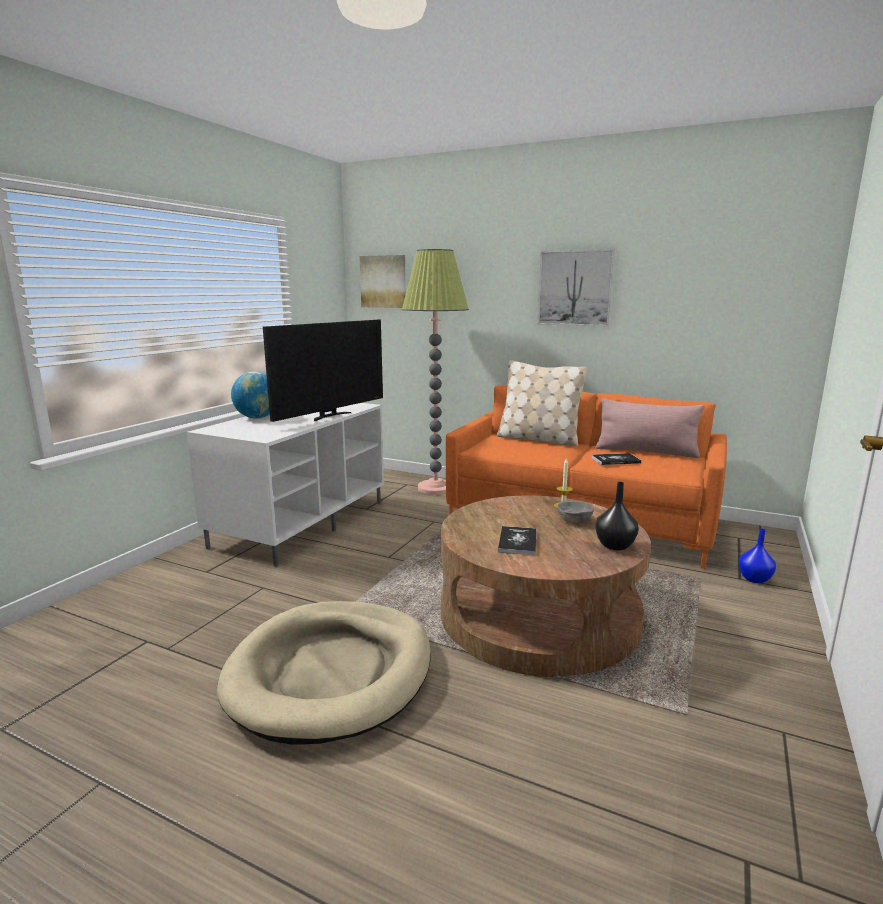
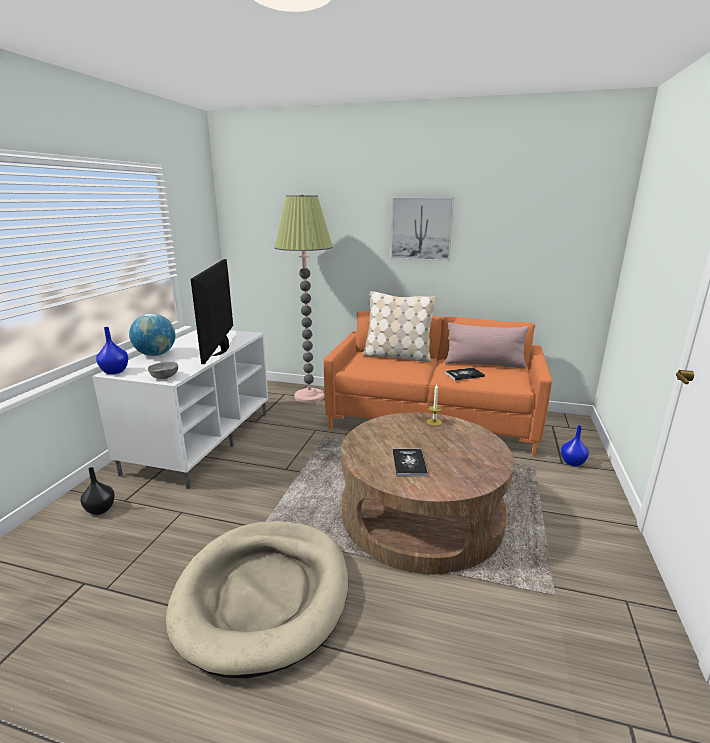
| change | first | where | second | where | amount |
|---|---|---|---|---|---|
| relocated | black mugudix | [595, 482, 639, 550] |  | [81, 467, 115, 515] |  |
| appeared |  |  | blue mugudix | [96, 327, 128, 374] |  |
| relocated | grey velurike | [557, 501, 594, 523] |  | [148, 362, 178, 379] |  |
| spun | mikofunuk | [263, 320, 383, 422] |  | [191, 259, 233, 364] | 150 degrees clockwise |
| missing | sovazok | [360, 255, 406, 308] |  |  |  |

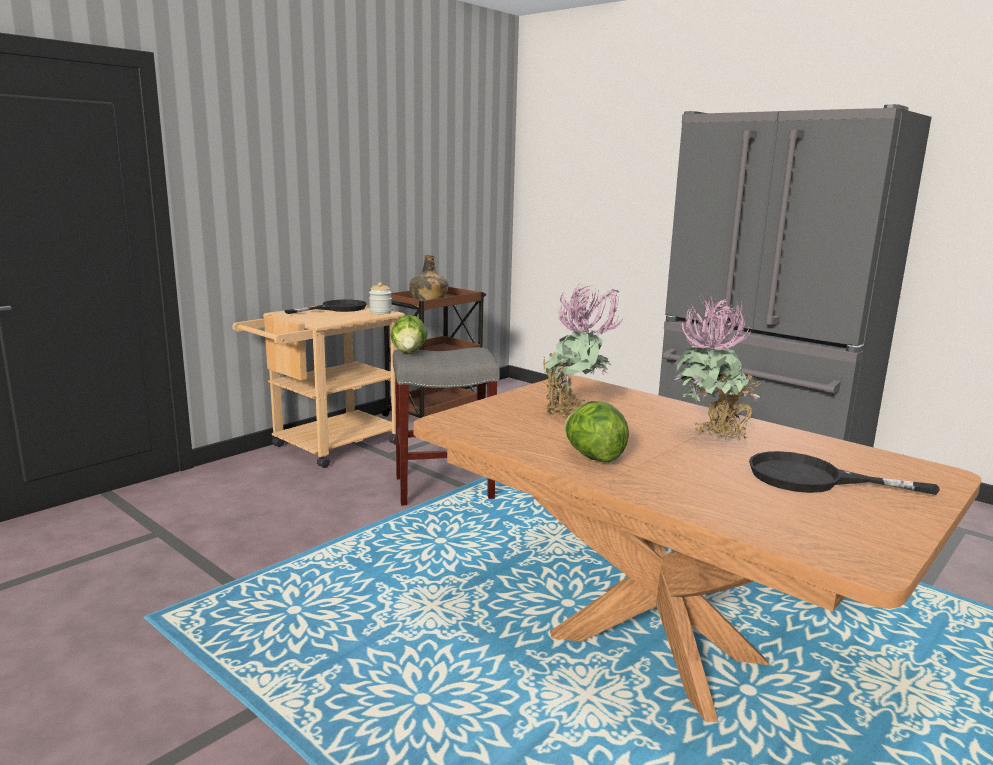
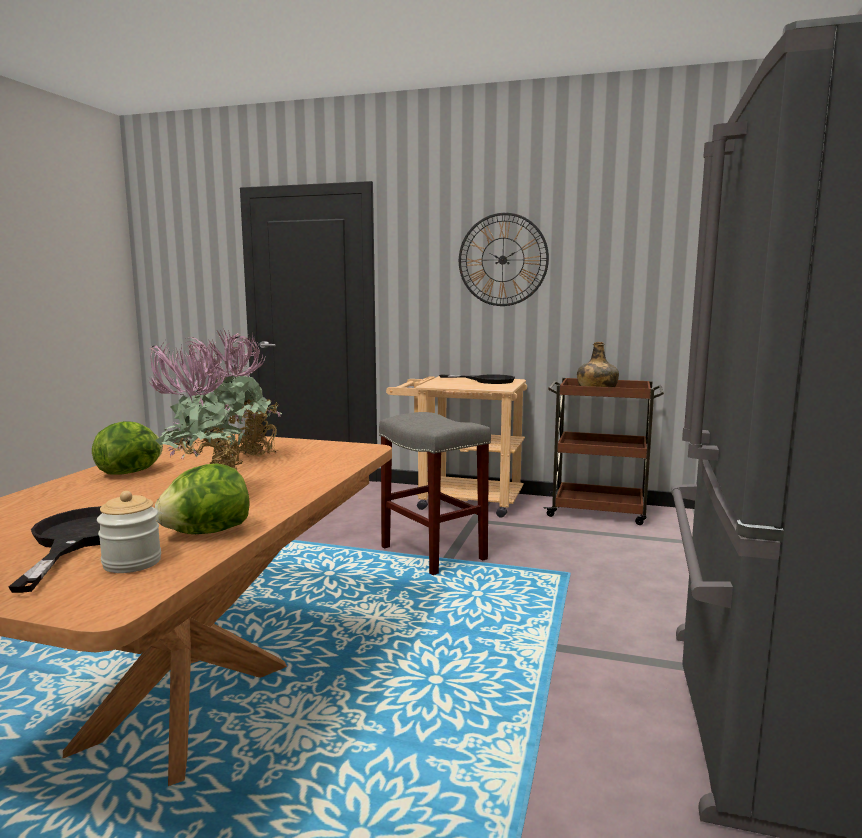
| change | first | where | second | where | amount |
|---|---|---|---|---|---|
| relocated | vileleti | [369, 282, 392, 314] |  | [97, 491, 161, 573] |  |
| relocated | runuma | [391, 314, 428, 353] |  | [155, 463, 249, 534] |  |
| appeared |  |  | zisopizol | [459, 213, 549, 306] |  |

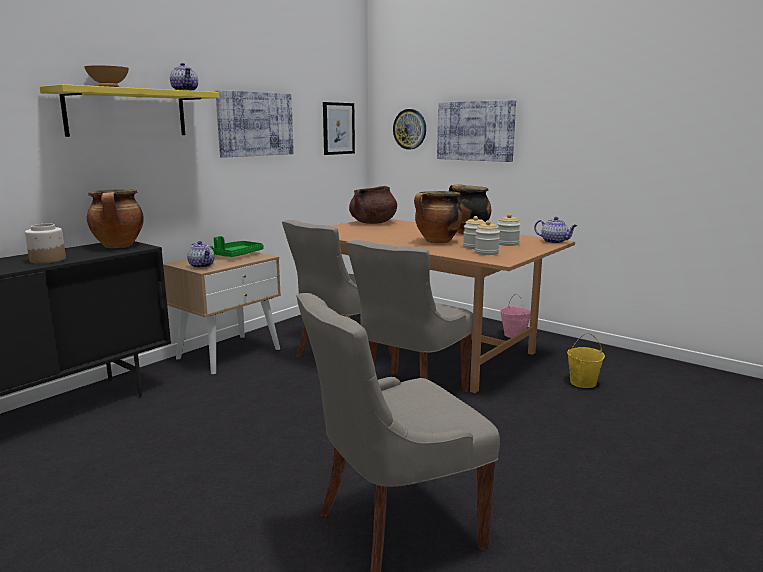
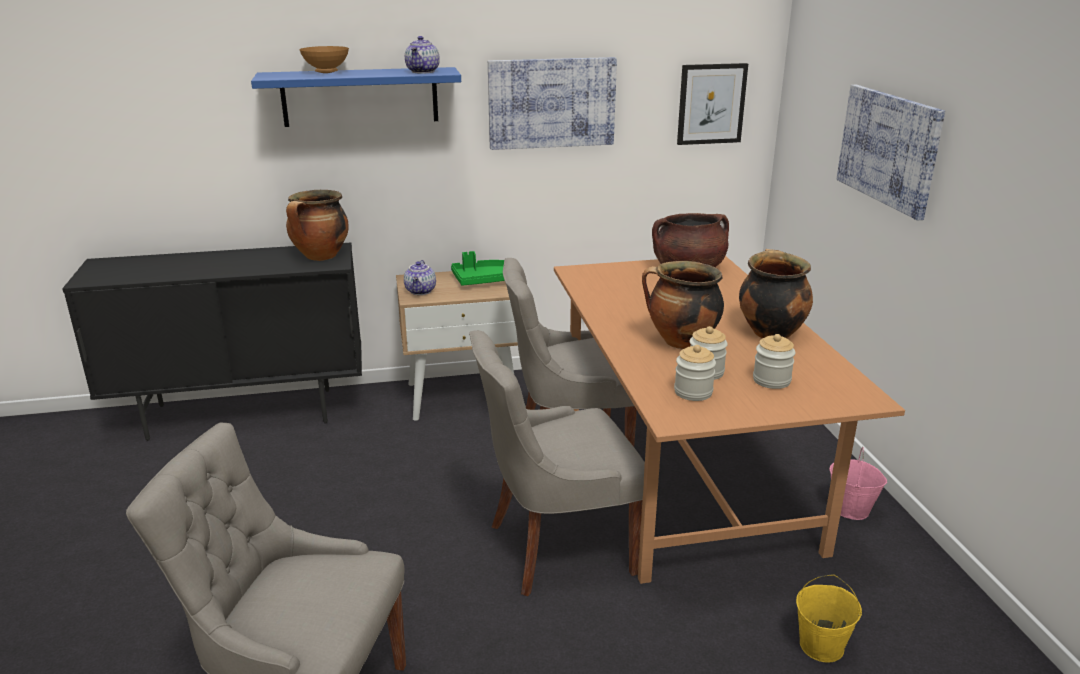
| change | first | where | second | where | amount |
|---|---|---|---|---|---|
| colour | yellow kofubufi | [40, 84, 219, 137] | blue kofubufi | [251, 67, 461, 127] |  |
| missing | vileleti | [25, 224, 66, 264] |  |  |  |
| missing | zisopizol | [393, 109, 426, 149] |  |  |  |
| missing | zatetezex | [534, 217, 577, 244] |  |  |  |

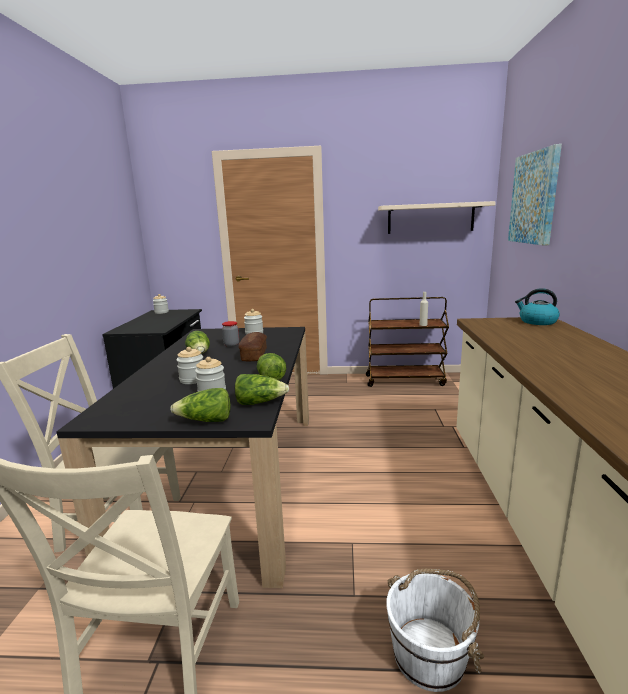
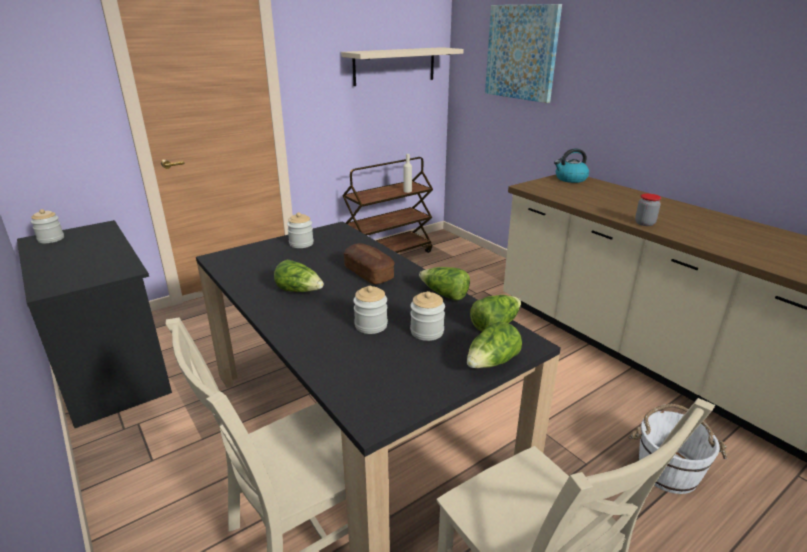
| change | first | where | second | where | amount |
|---|---|---|---|---|---|
| relocated | vileleti | [222, 321, 239, 347] |  | [635, 193, 661, 226] |  |

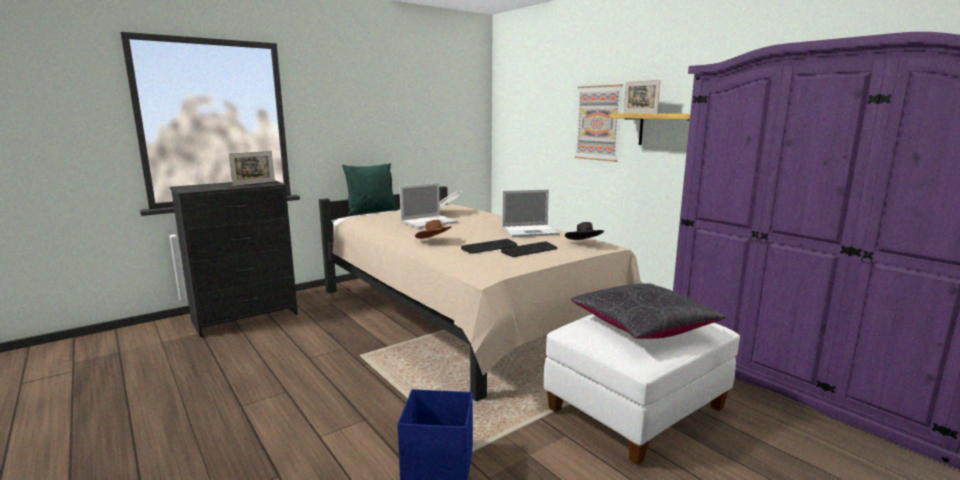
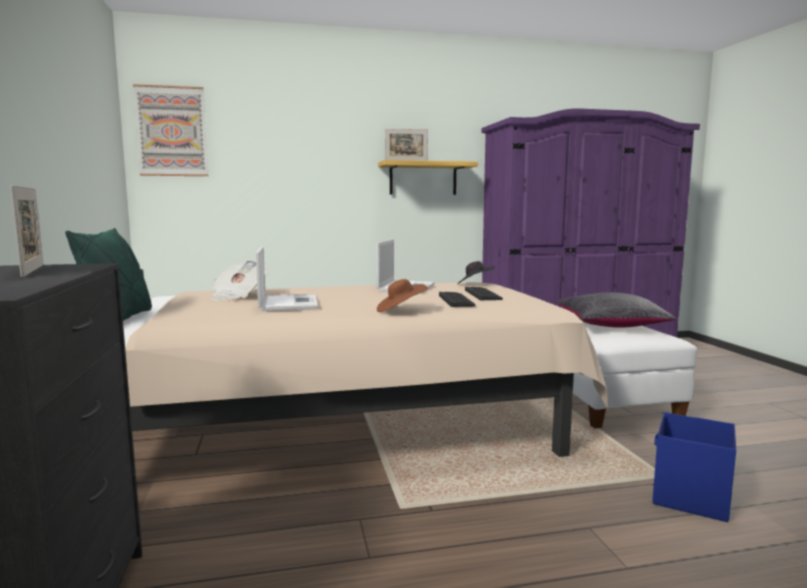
| change | first | where | second | where | amount |
|---|---|---|---|---|---|
| relocated | sovazok | [574, 84, 623, 162] |  | [133, 84, 208, 176] |  |

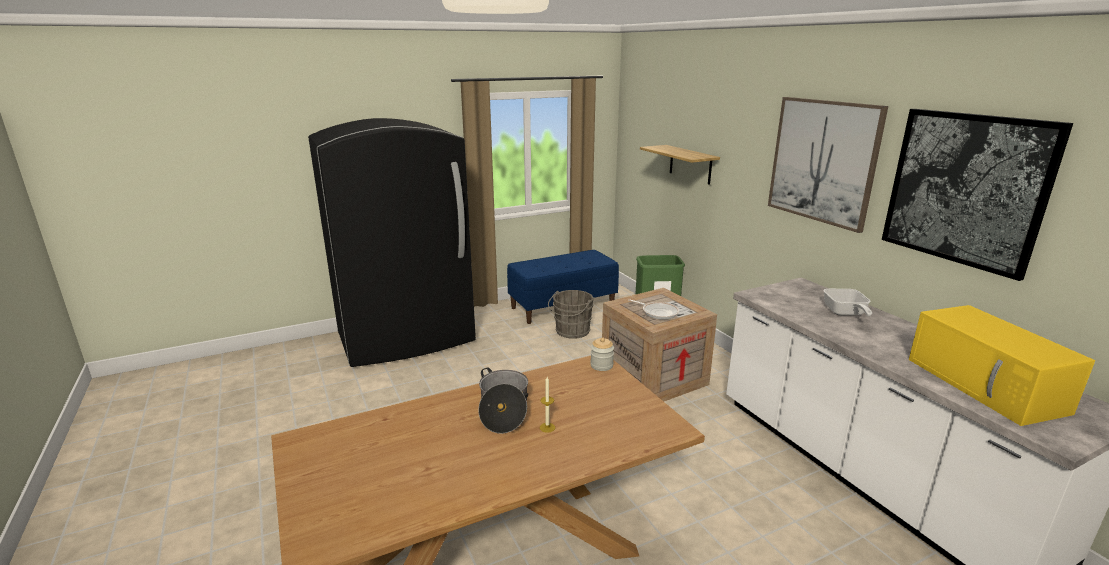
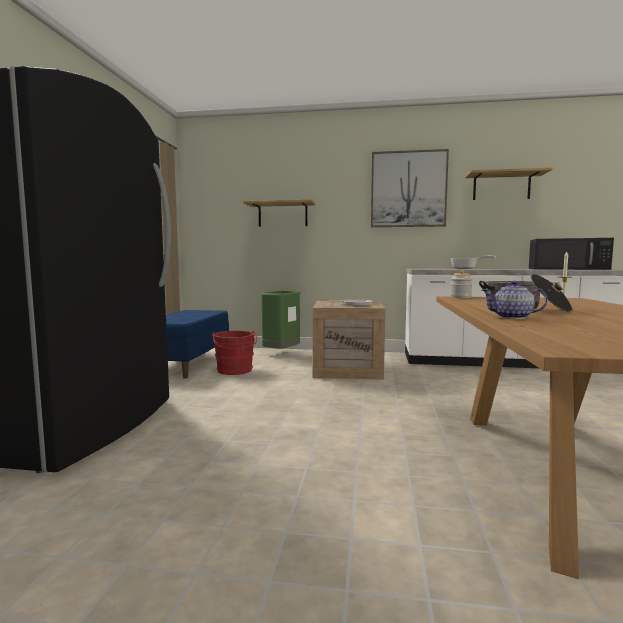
| change | first | where | second | where | amount |
|---|---|---|---|---|---|
| colour | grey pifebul | [548, 290, 594, 339] | red pifebul | [212, 331, 257, 375] |  |
| exchanged | sovazok | [882, 109, 1073, 281] | kofubufi | [465, 168, 553, 200] |  |
| appeared |  |  | zatetezex | [482, 281, 548, 319] |  |
| colour | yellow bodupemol | [909, 305, 1095, 426] | black bodupemol | [529, 238, 614, 270] |  |

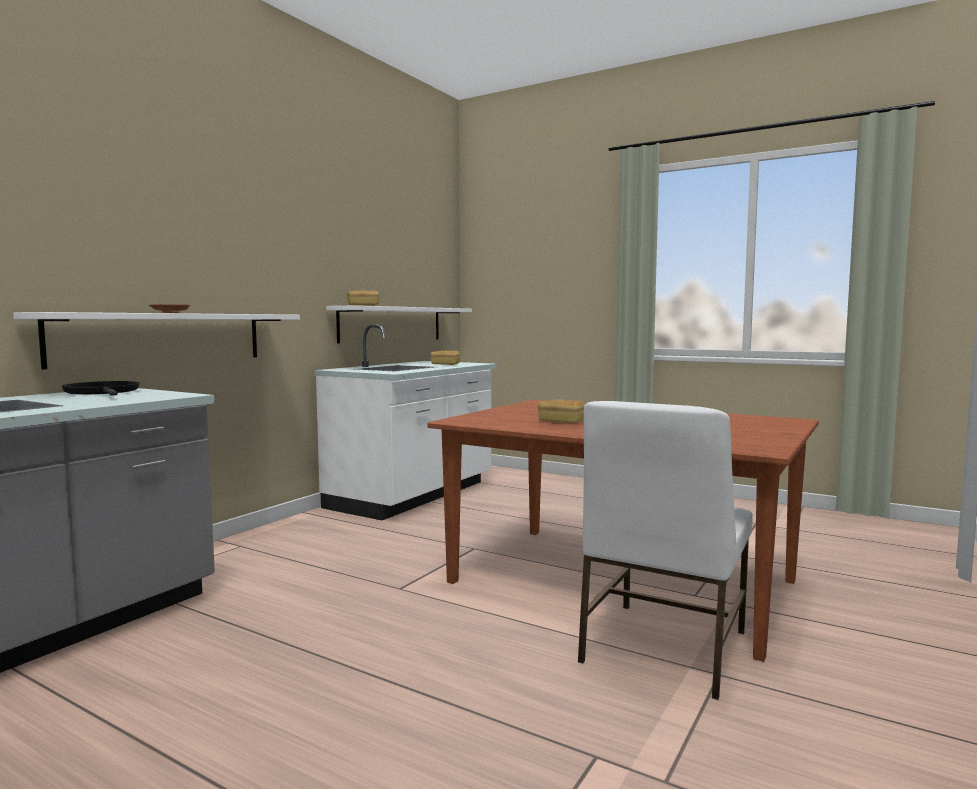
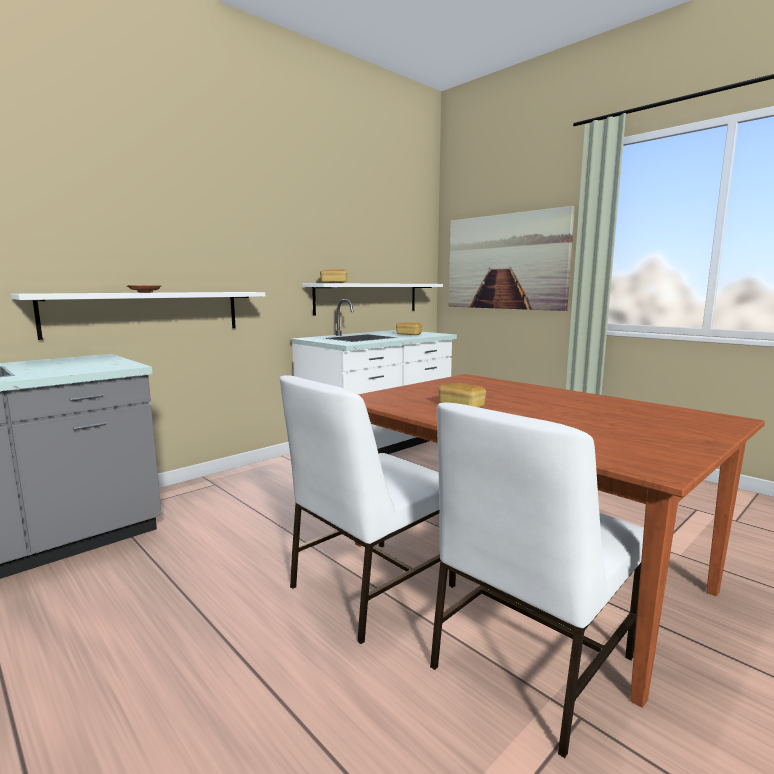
| change | first | where | second | where | amount |
|---|---|---|---|---|---|
| appeared |  |  | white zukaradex | [280, 375, 456, 644] |  |
| appeared |  |  | sovazok | [449, 206, 575, 311] |  |
| missing | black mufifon | [62, 381, 139, 396] |  |  |  |

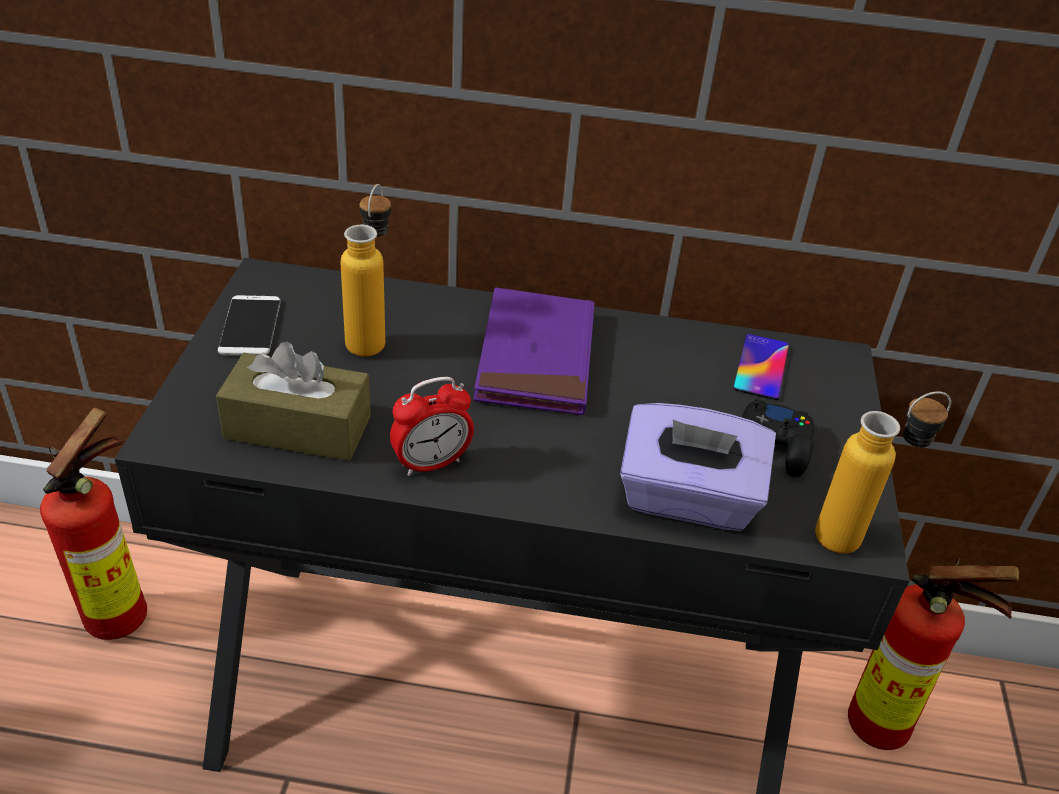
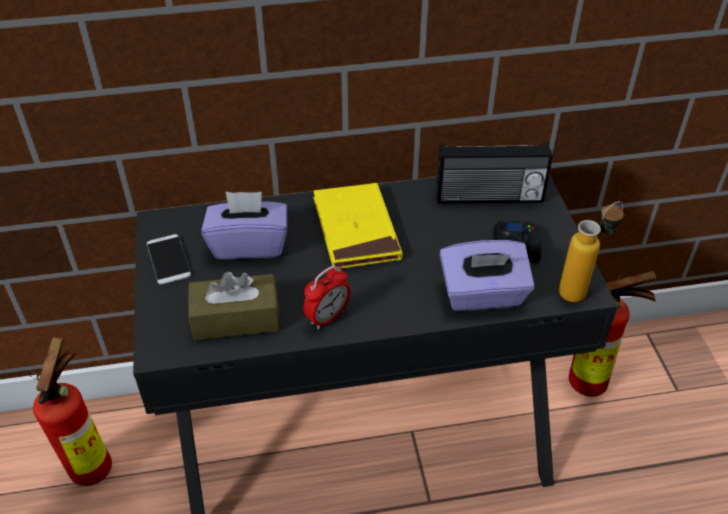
| change | first | where | second | where | amount |
|---|---|---|---|---|---|
| exchanged | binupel | [341, 184, 391, 357] | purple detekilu | [201, 192, 287, 259] |  |
| colour | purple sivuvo | [473, 288, 594, 415] | yellow sivuvo | [314, 183, 403, 269] |  |
| exchanged | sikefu | [733, 334, 790, 400] | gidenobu | [436, 142, 553, 204] |  |

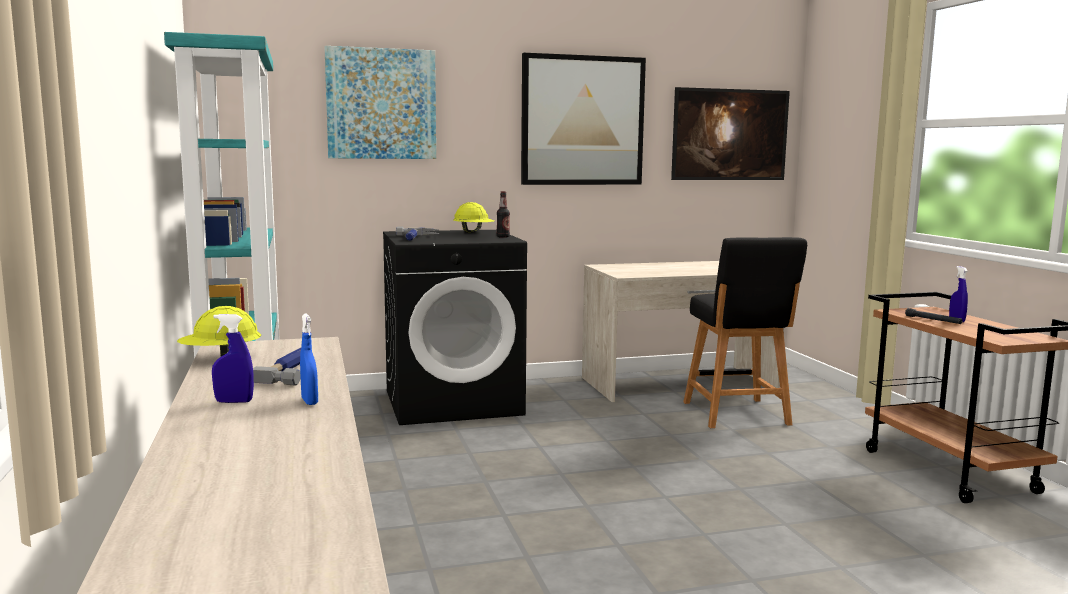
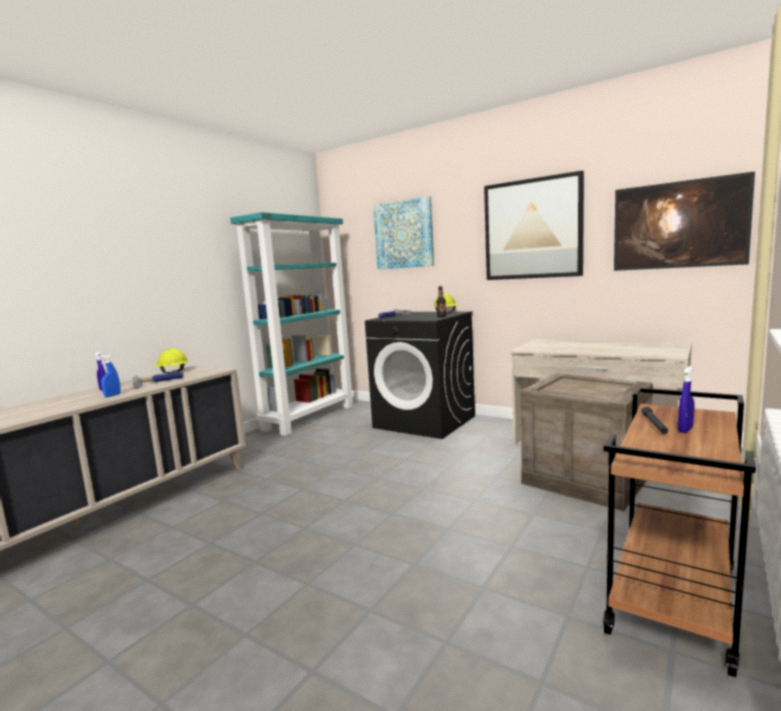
| change | first | where | second | where | amount |
|---|---|---|---|---|---|
| exchanged | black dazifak | [683, 237, 807, 428] | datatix | [520, 373, 653, 511] |  |

